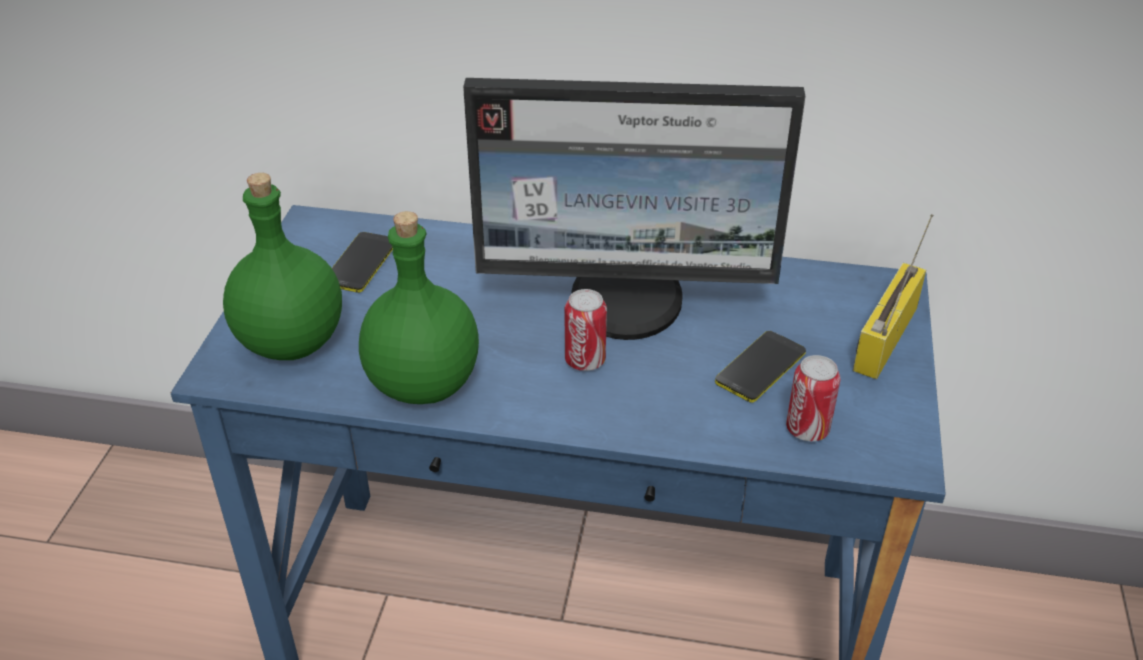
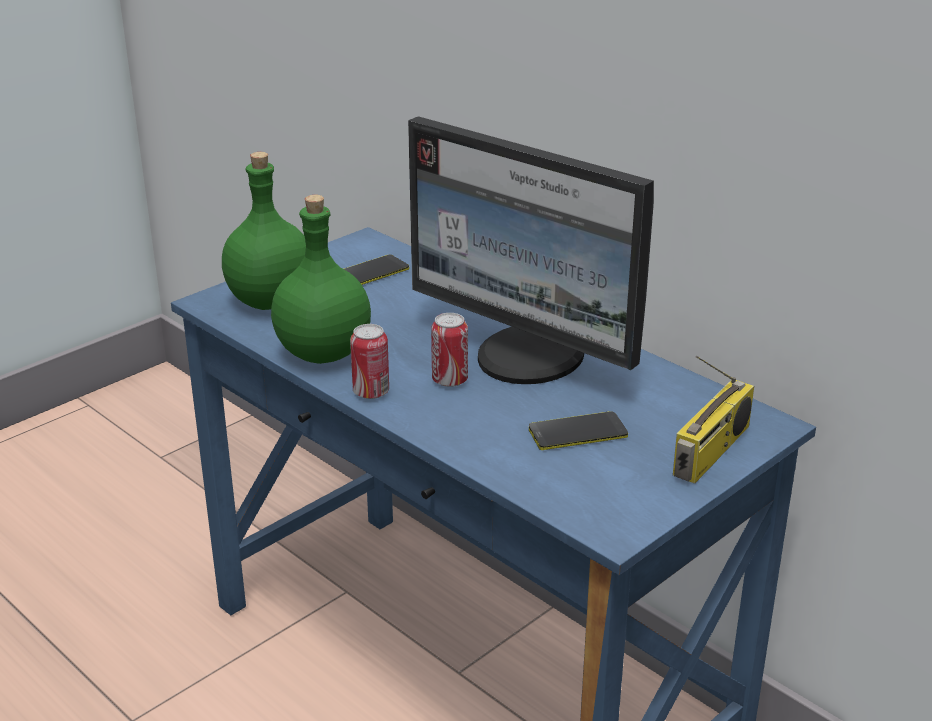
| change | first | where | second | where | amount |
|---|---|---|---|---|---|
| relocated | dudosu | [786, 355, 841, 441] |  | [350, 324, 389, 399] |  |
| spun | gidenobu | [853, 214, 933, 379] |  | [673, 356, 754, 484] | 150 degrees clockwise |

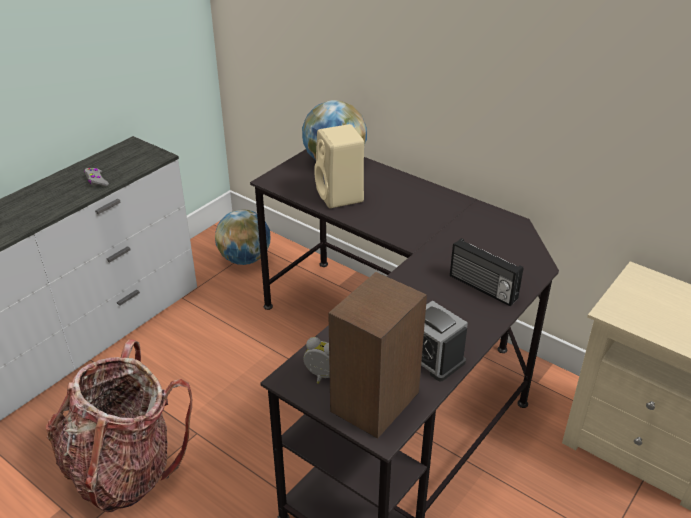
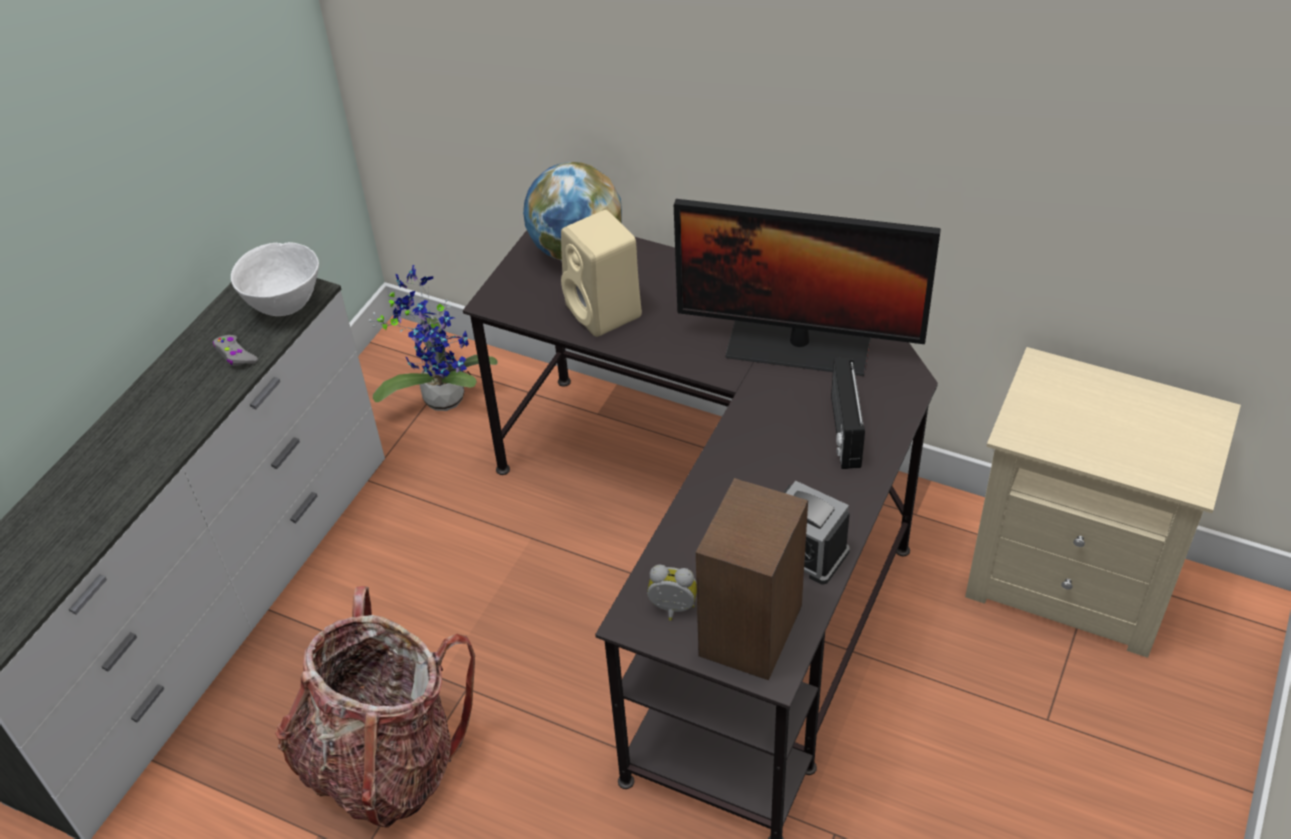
| change | first | where | second | where | amount |
|---|---|---|---|---|---|
| appeared |  |  | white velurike | [231, 242, 319, 316] |  |
| exchanged | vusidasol | [215, 209, 270, 265] | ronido | [369, 265, 497, 411] |  |
| appeared |  |  | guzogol | [674, 199, 941, 376] |  |
| spun | gidenobu | [450, 238, 523, 306] |  | [831, 358, 865, 469] | 60 degrees clockwise |

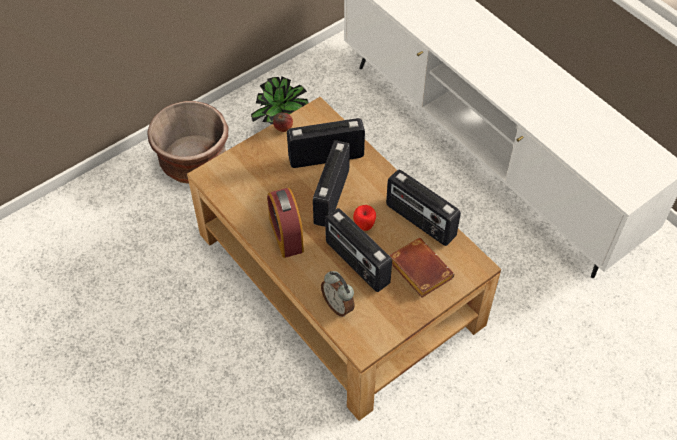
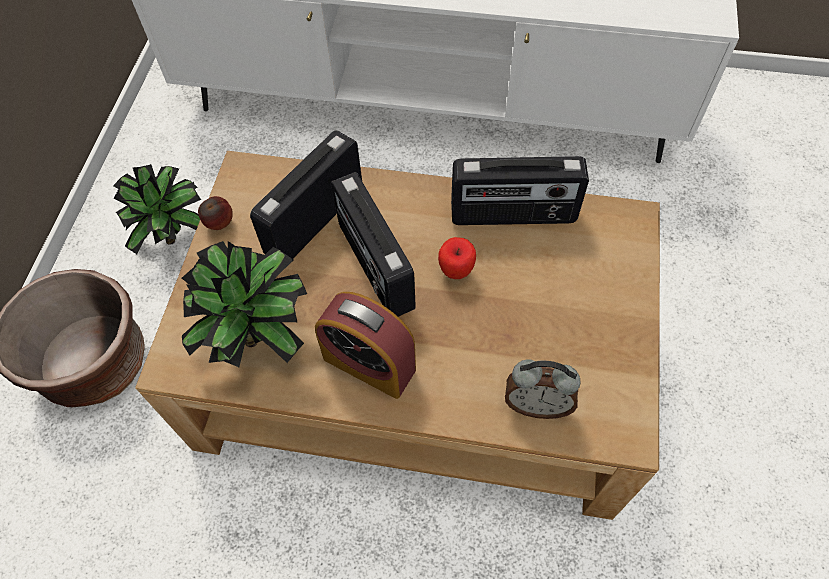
| change | first | where | second | where | amount |
|---|---|---|---|---|---|
| appeared |  |  | ronido | [182, 241, 307, 367] |  |
| missing | gidenobu | [325, 208, 392, 292] |  |  |  |
| missing | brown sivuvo | [389, 238, 454, 297] |  |  |  |

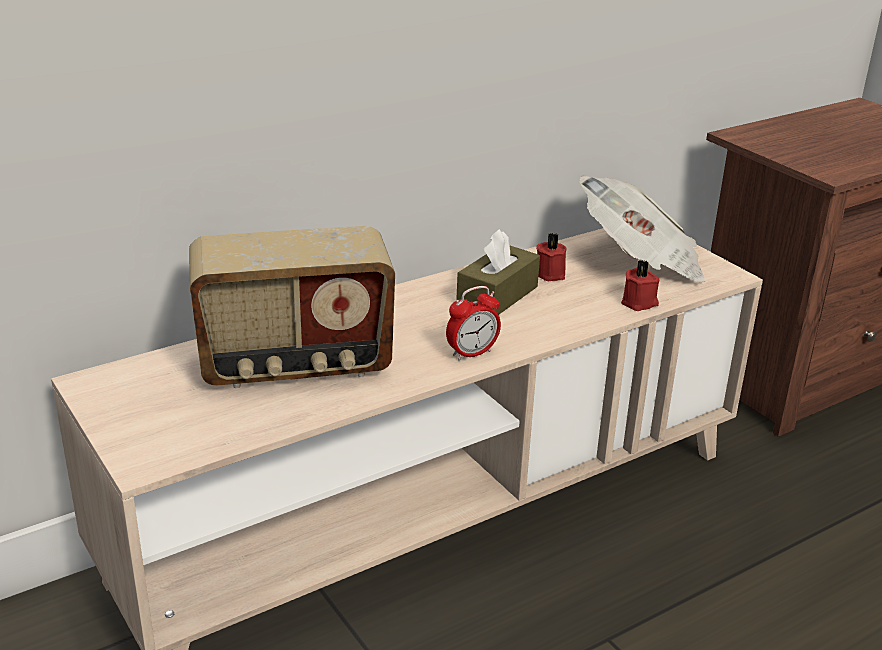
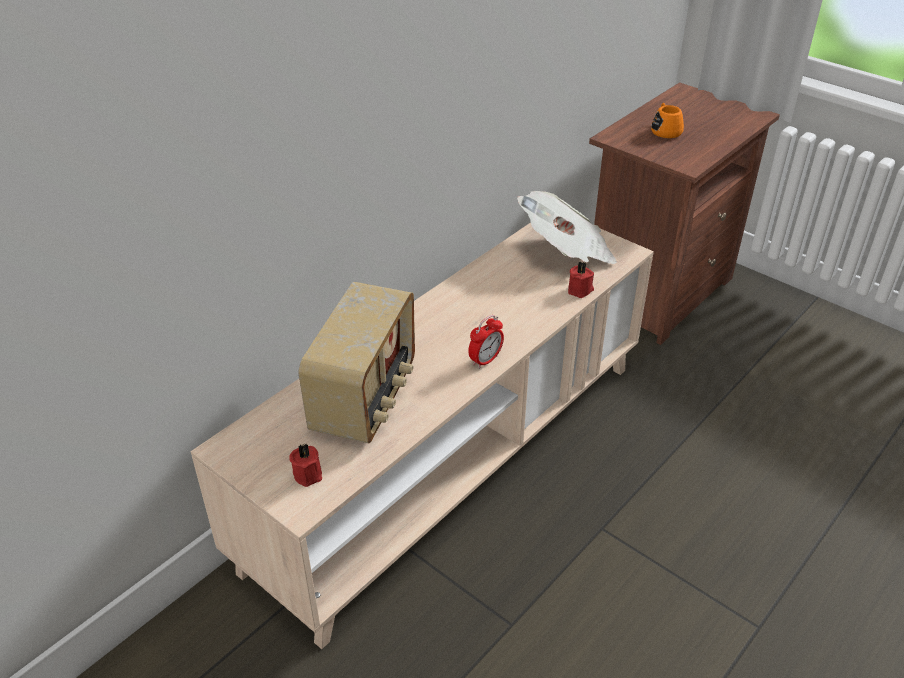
| change | first | where | second | where | amount |
|---|---|---|---|---|---|
| relocated | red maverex | [536, 233, 567, 281] |  | [289, 444, 322, 487] |  |
| spun | gidenobu | [189, 226, 395, 388] |  | [298, 282, 415, 443] | 45 degrees counterclockwise |
| appeared |  |  | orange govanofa | [651, 103, 684, 138] |  |
| missing | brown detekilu | [456, 229, 540, 315] |  |  |  |

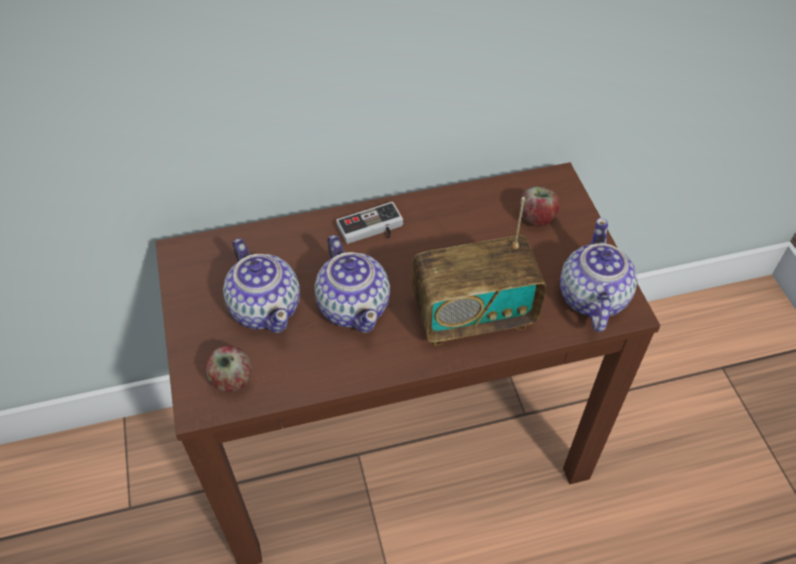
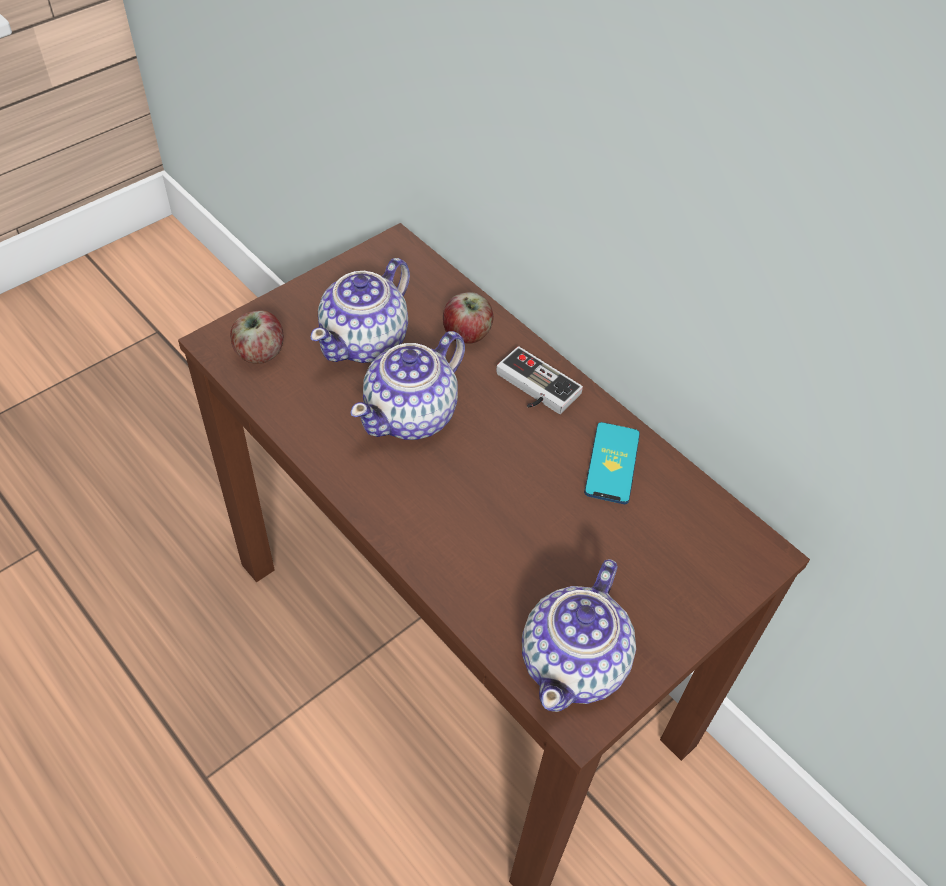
| change | first | where | second | where | amount |
|---|---|---|---|---|---|
| relocated | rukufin | [520, 186, 560, 227] |  | [443, 292, 493, 344] |  |
| spun | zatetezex | [560, 218, 638, 332] |  | [522, 559, 636, 712] | 135 degrees clockwise |
| appeared |  |  | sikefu | [584, 422, 640, 504] |  |
| missing | gidenobu | [412, 197, 546, 346] |  |  |  |

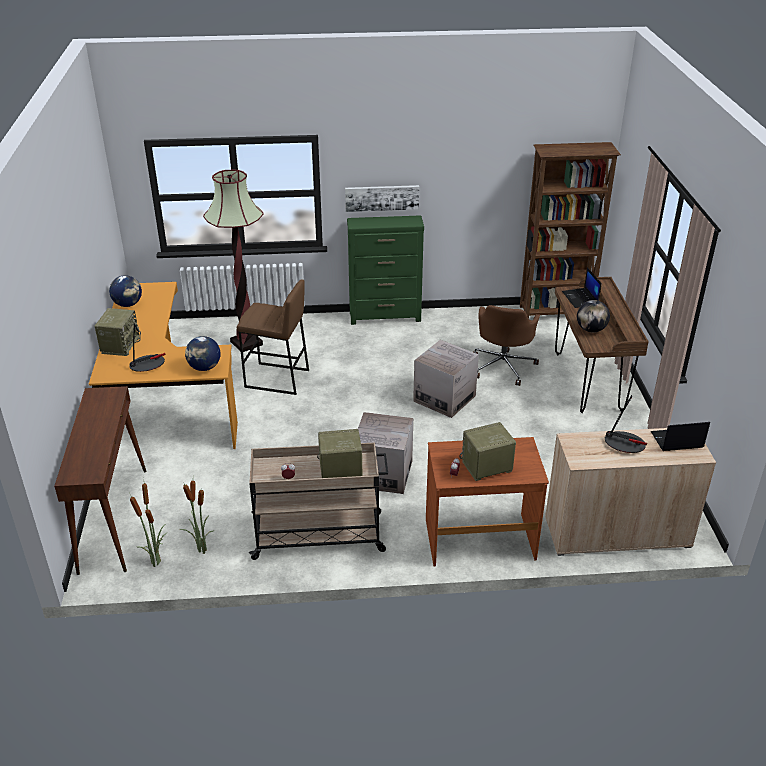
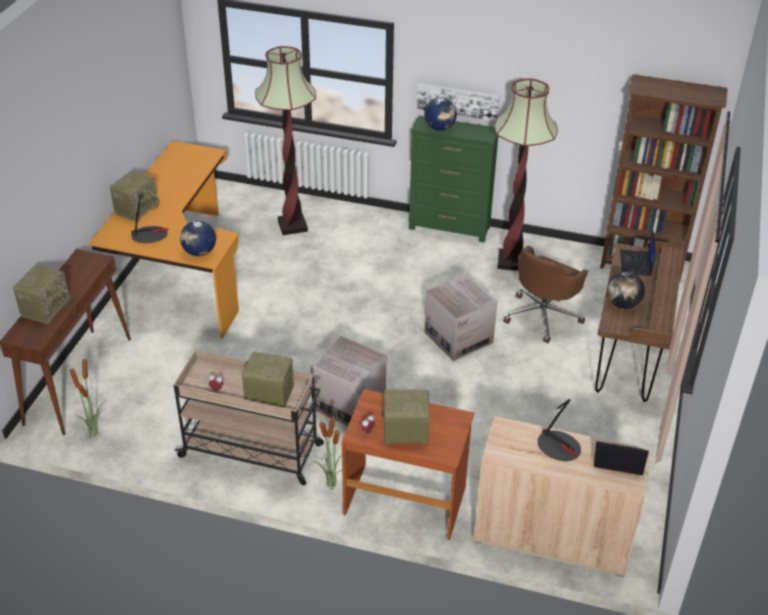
| change | first | where | second | where | amount |
|---|---|---|---|---|---|
| appeared |  |  | gidenobu | [13, 265, 72, 324] |  |
| relocated | ronido | [180, 480, 215, 554] |  | [311, 415, 342, 490] |  |
| relocated | vusidasol | [109, 275, 142, 307] |  | [424, 98, 457, 131] |  |
| appeared |  |  | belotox | [494, 79, 558, 271] |  |
| missing | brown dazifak | [237, 279, 309, 395] |  |  |  |

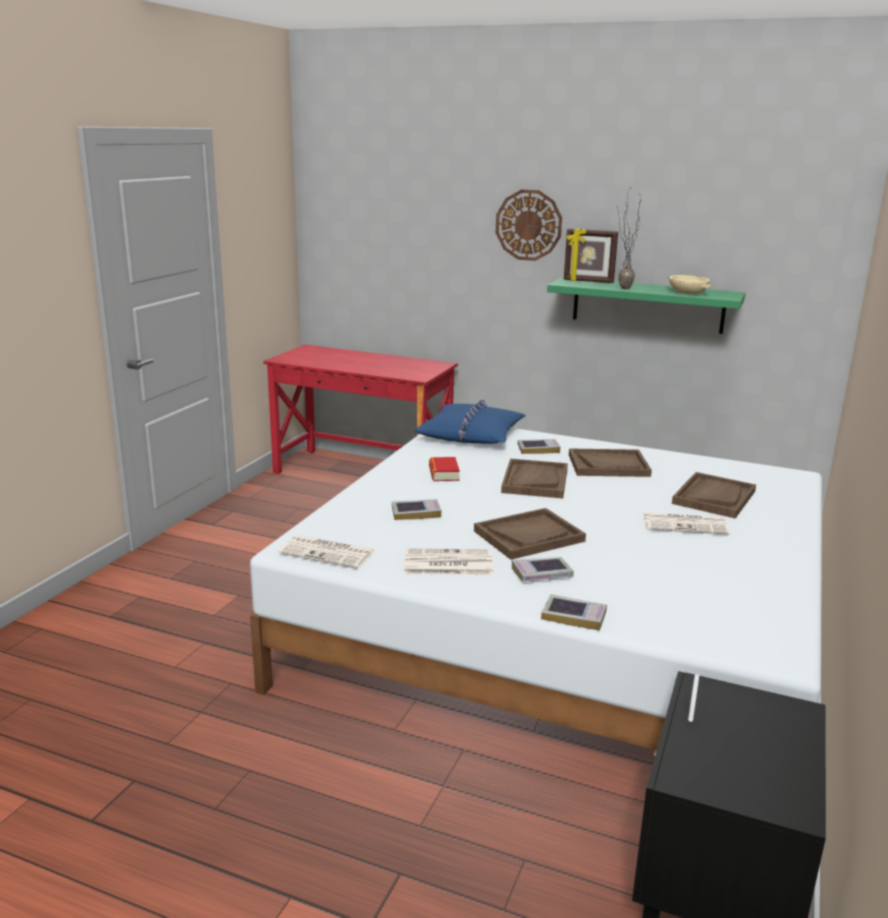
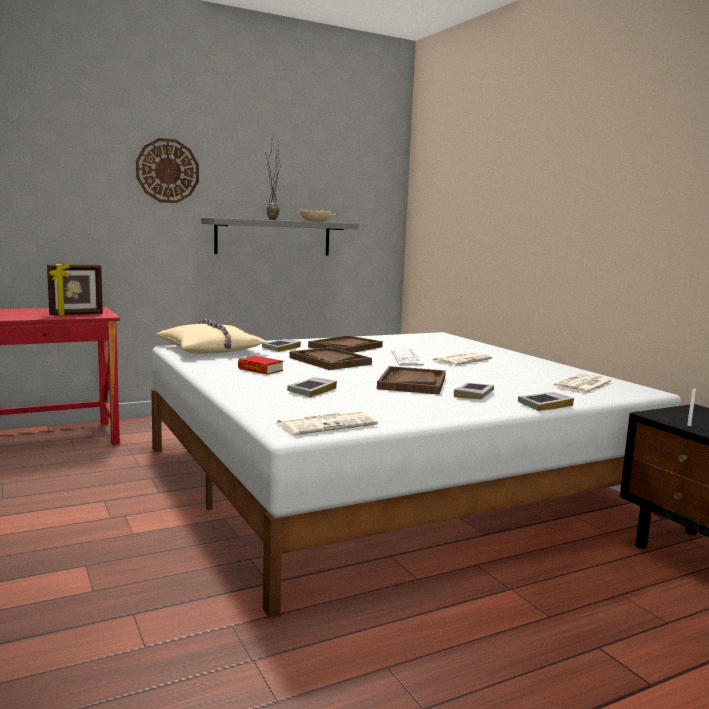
| change | first | where | second | where | amount |
|---|---|---|---|---|---|
| relocated | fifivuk | [564, 228, 618, 283] |  | [47, 263, 103, 316] |  |
| colour | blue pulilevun | [415, 400, 526, 444] | beige pulilevun | [157, 318, 268, 354] |  |
| colour | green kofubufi | [547, 277, 745, 334] | grey kofubufi | [201, 218, 359, 256] |  |
| appeared |  |  | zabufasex | [391, 349, 424, 366] |  |
| relocated | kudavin | [404, 548, 494, 575] |  | [553, 373, 613, 394] |  |
| missing | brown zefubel | [672, 472, 756, 519] |  |  |  |

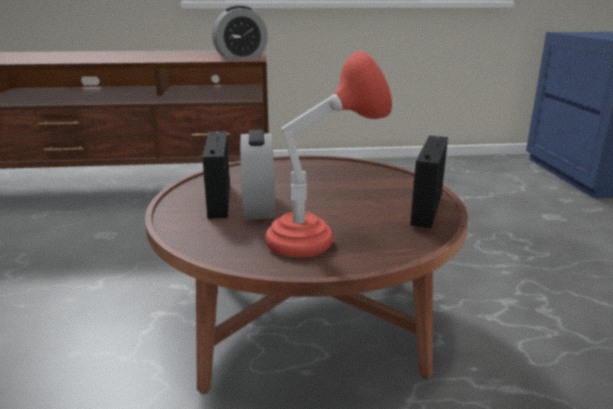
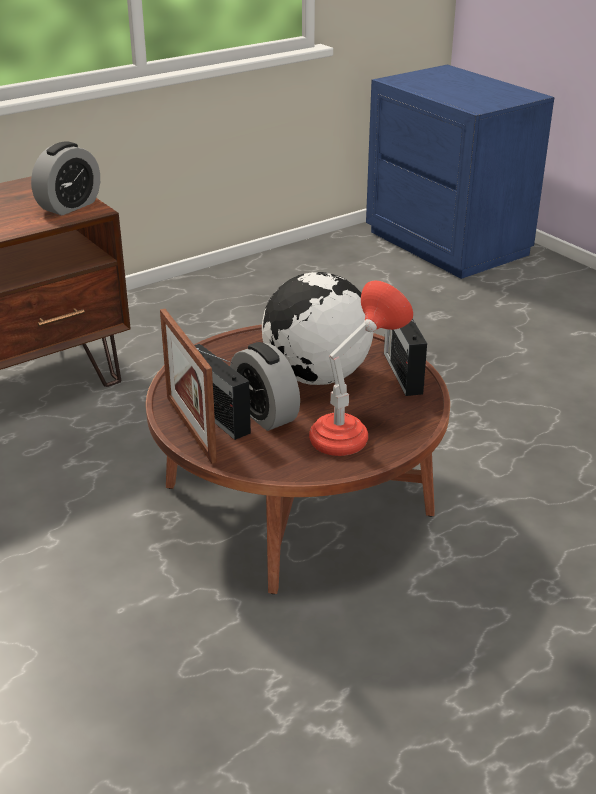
| change | first | where | second | where | amount |
|---|---|---|---|---|---|
| appeared |  |  | fifivuk | [160, 309, 217, 464] |  |
| appeared |  |  | vusidasol | [262, 272, 374, 385] |  |

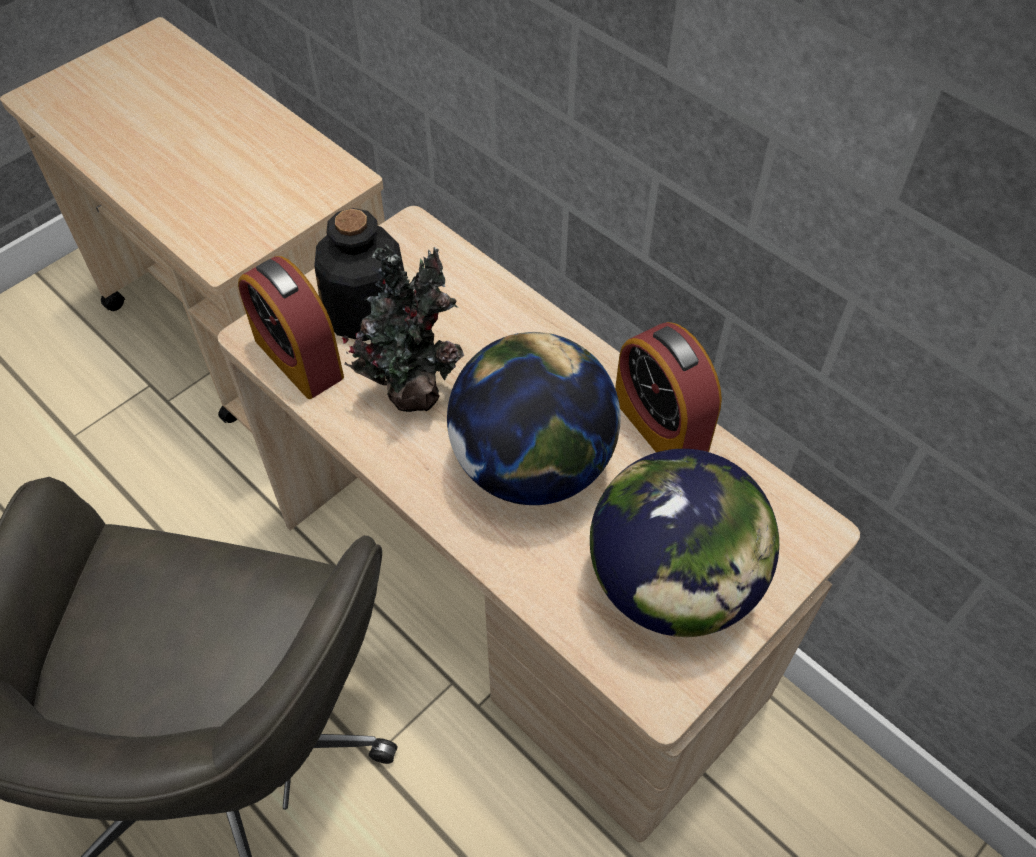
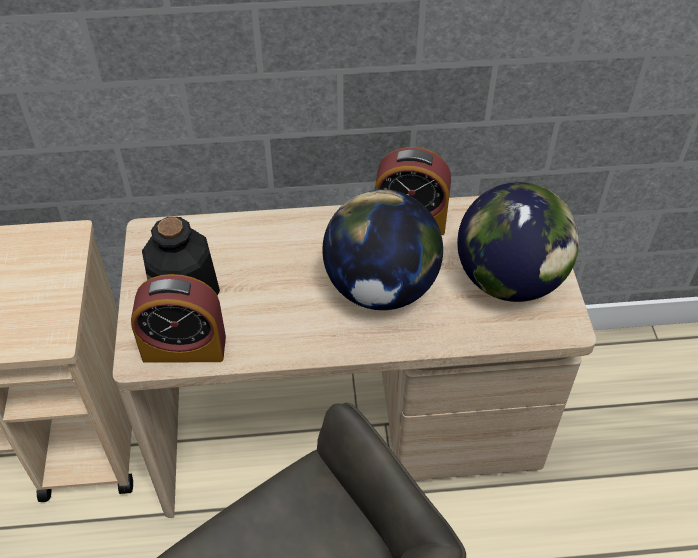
| change | first | where | second | where | amount |
|---|---|---|---|---|---|
| missing | ronido | [342, 244, 464, 412] |  |  |  |

